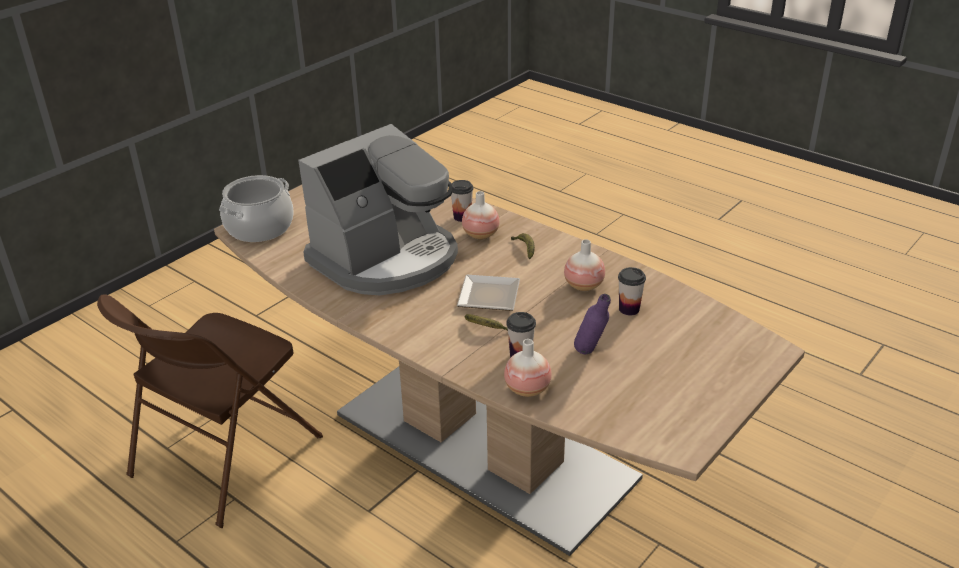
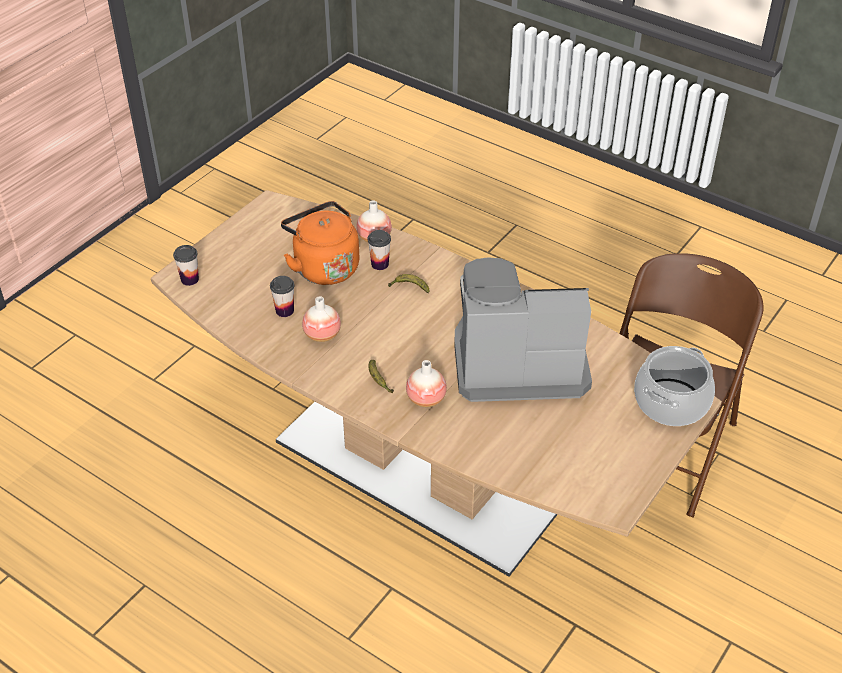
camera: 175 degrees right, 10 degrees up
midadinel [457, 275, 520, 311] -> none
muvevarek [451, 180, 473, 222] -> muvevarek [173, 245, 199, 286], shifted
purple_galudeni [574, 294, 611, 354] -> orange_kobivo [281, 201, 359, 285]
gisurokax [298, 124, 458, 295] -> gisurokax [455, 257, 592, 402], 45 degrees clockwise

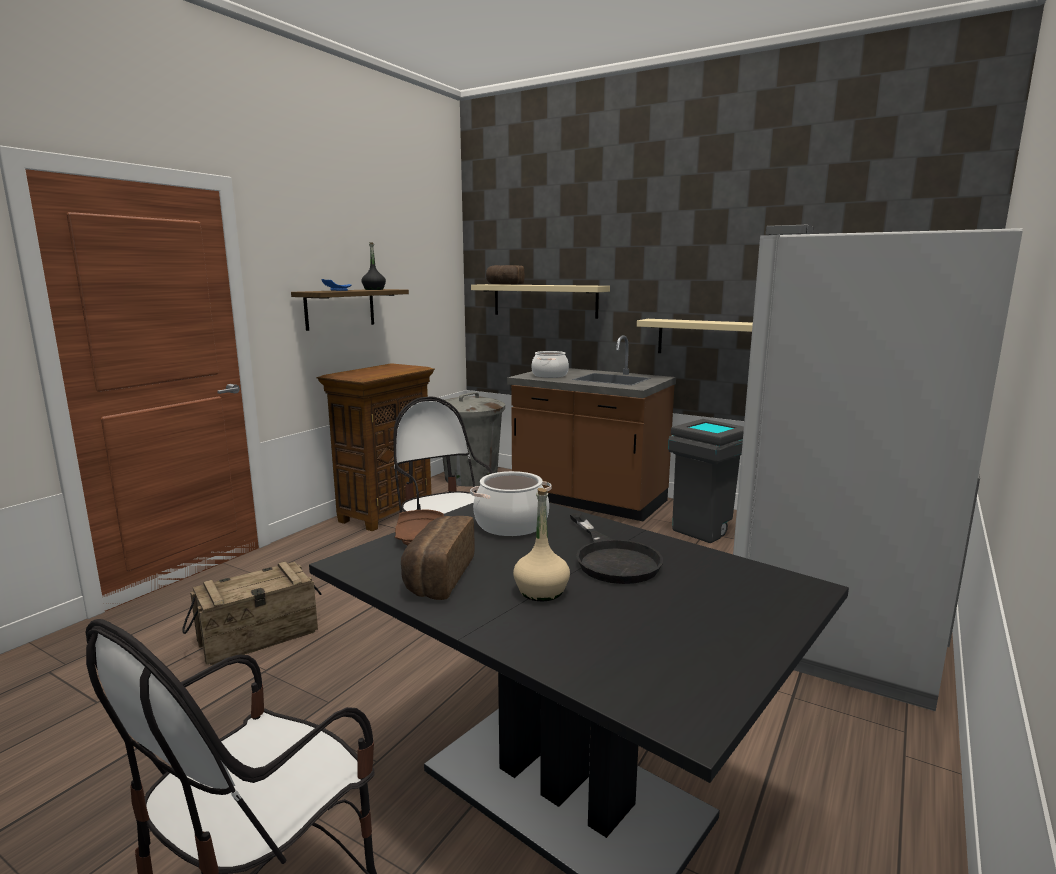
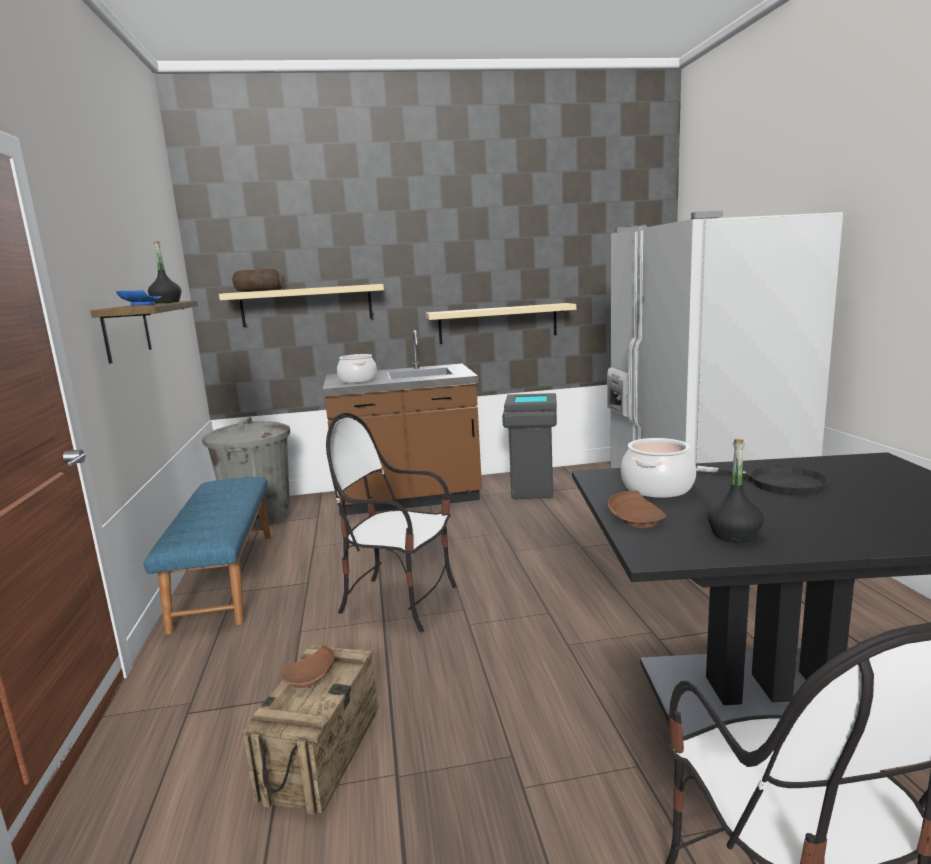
camera: 40 degrees left, 0 degrees up
beige_galudeni [513, 488, 570, 601] -> none
none -> brown_midadinel [281, 645, 335, 688]
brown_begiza [317, 363, 435, 531] -> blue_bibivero [144, 477, 271, 635]
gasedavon [401, 516, 475, 600] -> black_galudeni [707, 439, 764, 543]

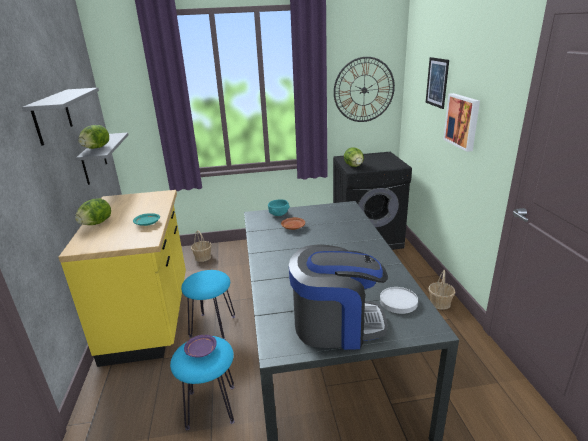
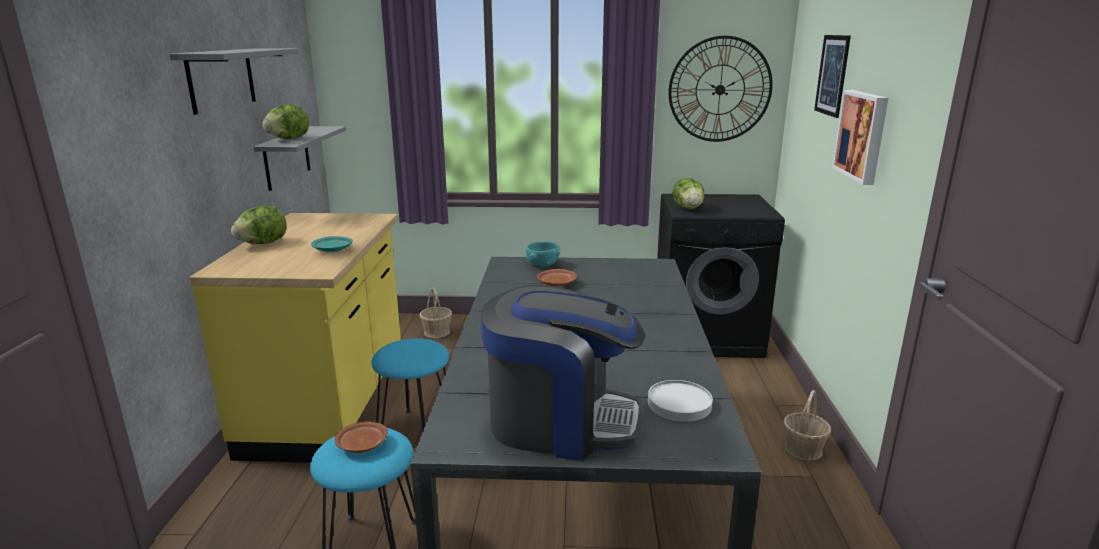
camera: 10 degrees right, 5 degrees down
purple_midadinel [184, 335, 217, 358] -> brown_midadinel [335, 421, 388, 453]

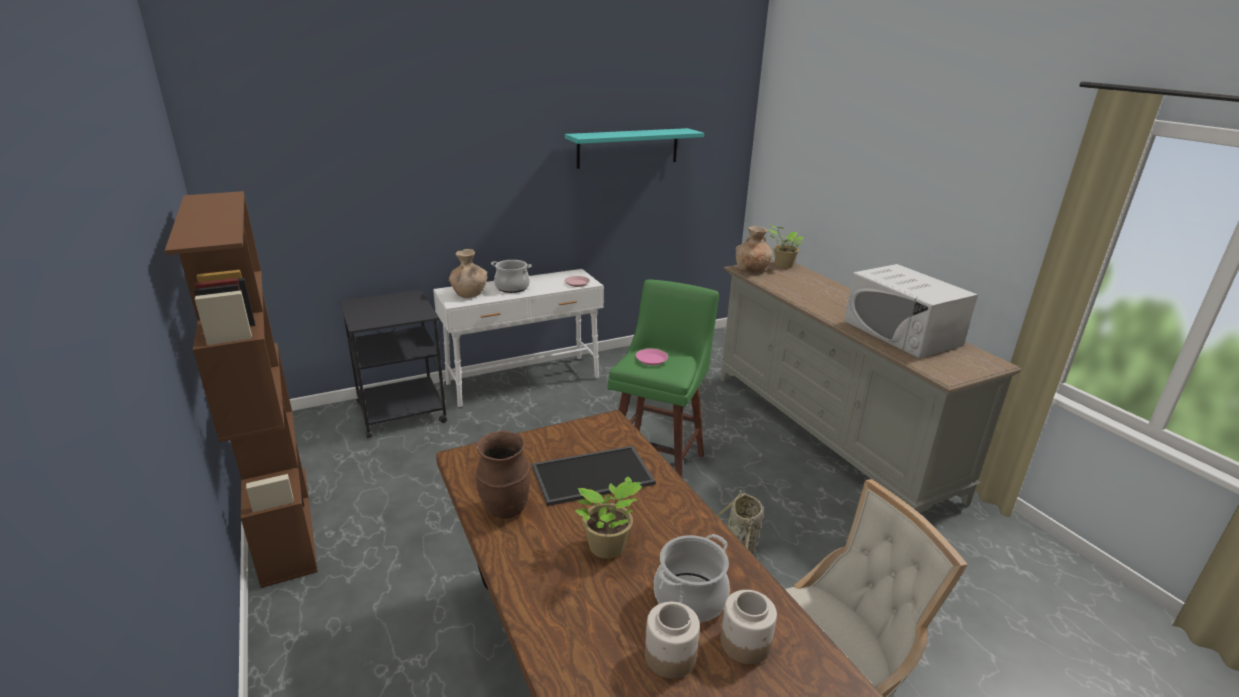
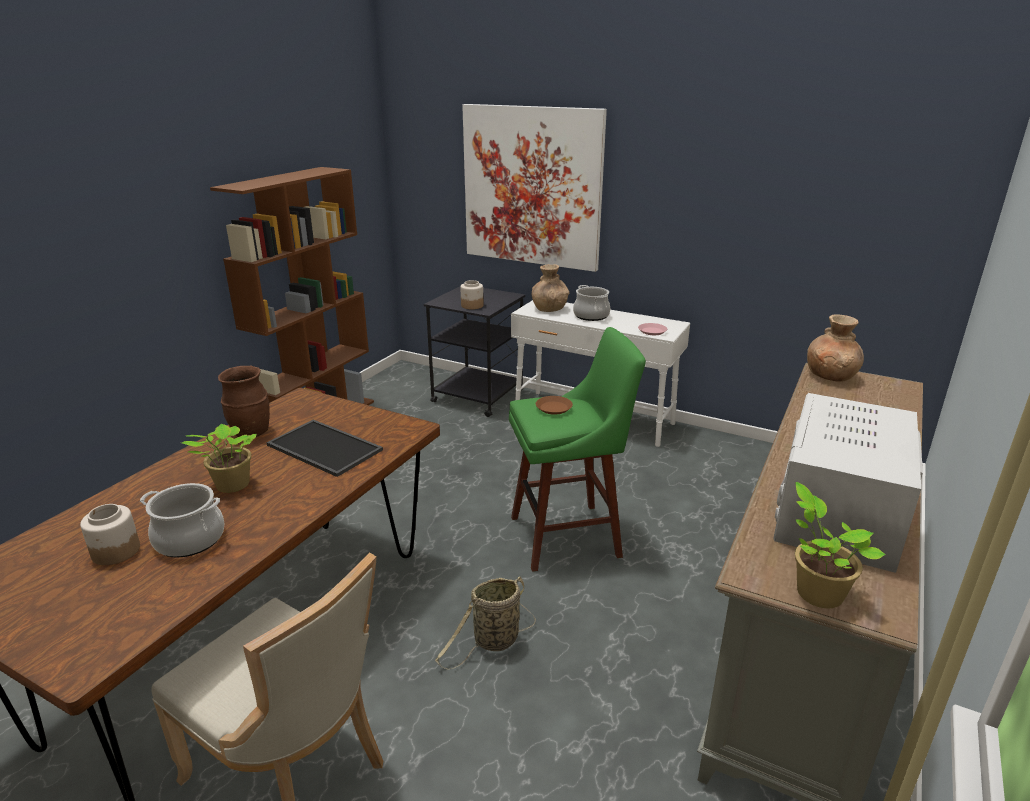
camera: 55 degrees right, 0 degrees up
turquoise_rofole [565, 128, 704, 169] -> none
none -> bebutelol [462, 104, 607, 272]
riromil [720, 590, 777, 664] -> riromil [460, 280, 483, 309], shifted
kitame [768, 224, 803, 268] -> kitame [795, 482, 886, 608], shifted
pink_midadinel [636, 349, 668, 365] -> brown_midadinel [536, 396, 573, 415]

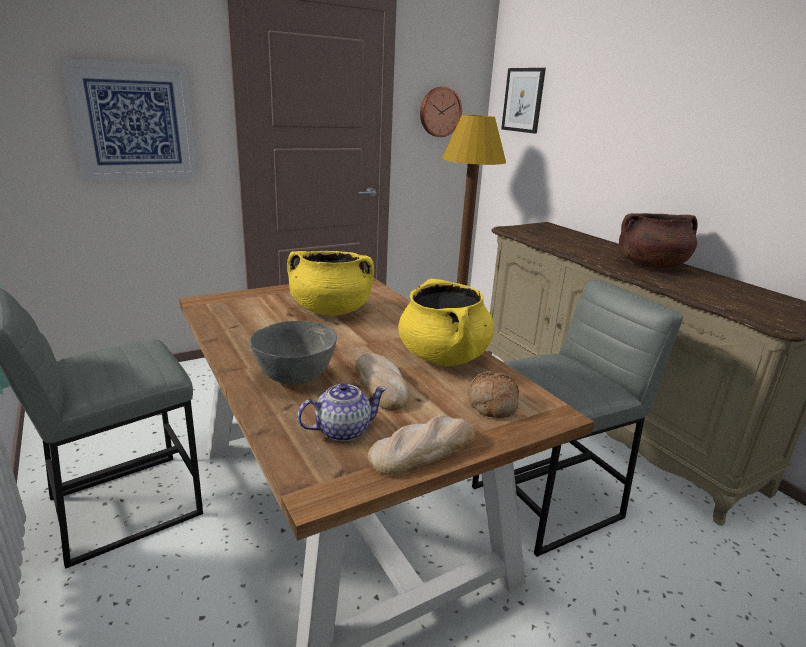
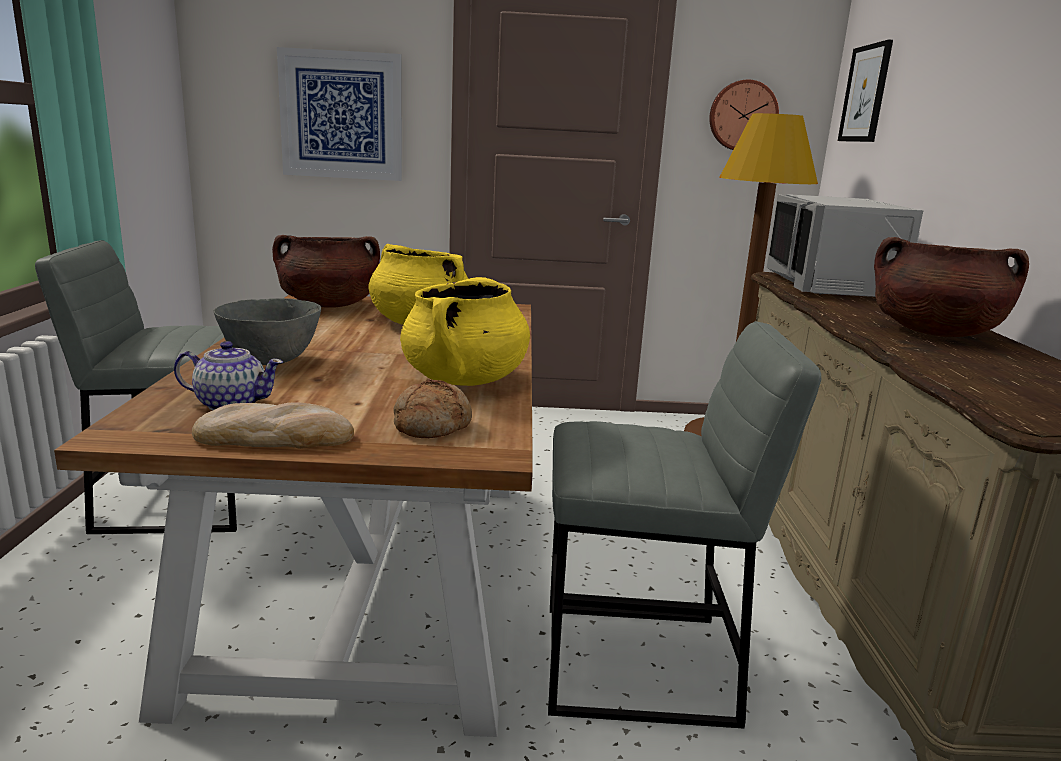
camera: 30 degrees right, 5 degrees down
gasedavon [355, 353, 409, 410] -> none
none -> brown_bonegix [272, 235, 380, 308]
none -> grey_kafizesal [767, 194, 924, 297]

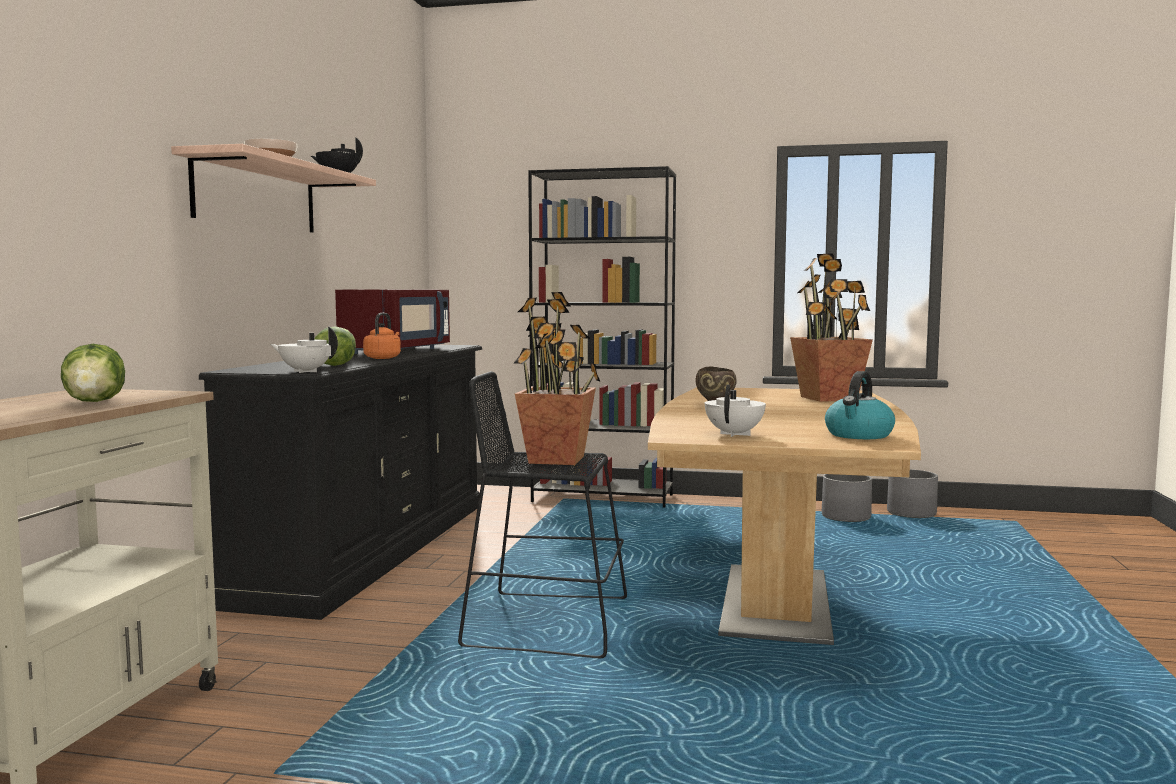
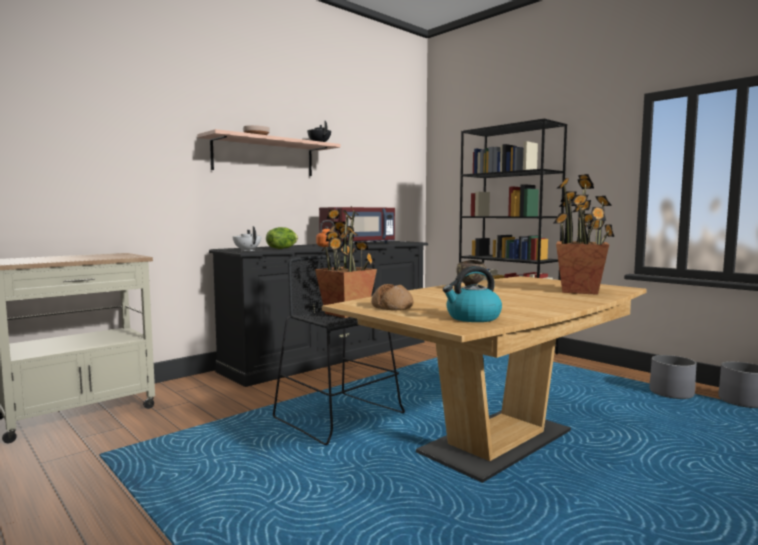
camera: 35 degrees right, 0 degrees up
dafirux [61, 344, 125, 402] -> none
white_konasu [705, 385, 766, 437] -> gasedavon [371, 284, 413, 311]

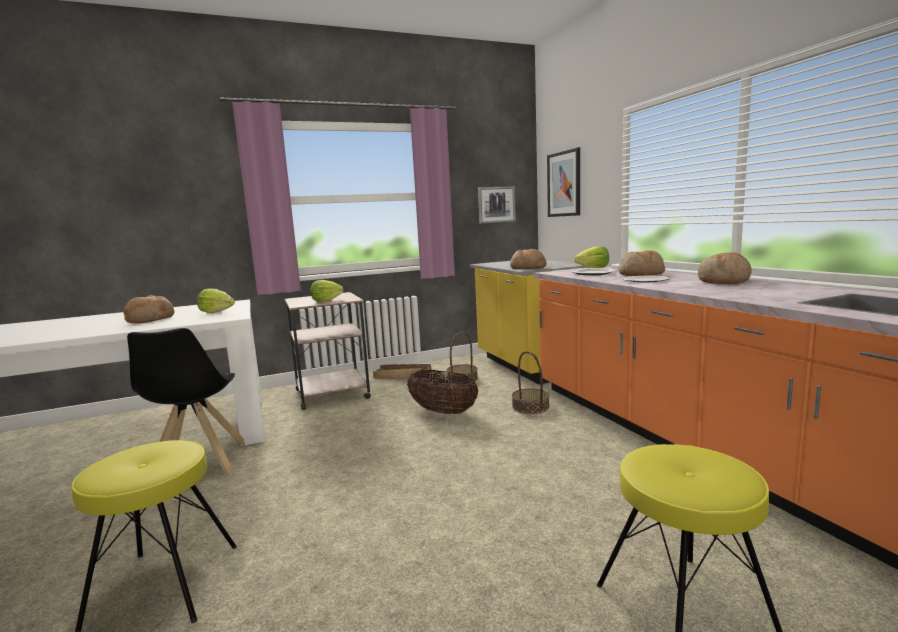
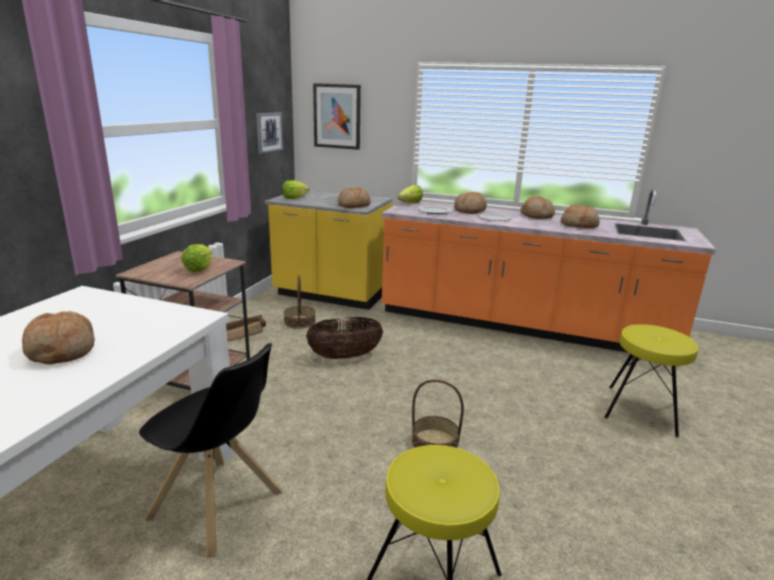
camera: 50 degrees left, 10 degrees up
none -> gasedavon [561, 204, 600, 228]
dafirux [197, 289, 235, 313] -> dafirux [282, 180, 309, 199], shifted
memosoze [512, 351, 549, 414] -> memosoze [412, 379, 464, 448], shifted

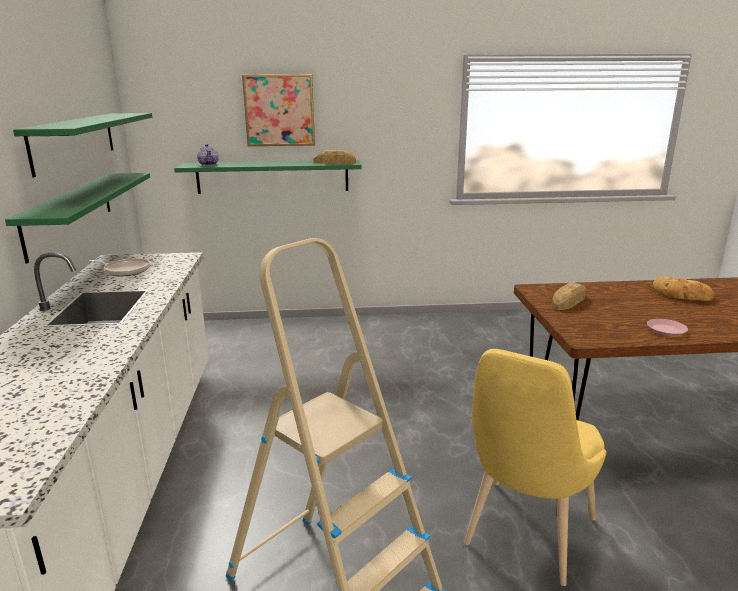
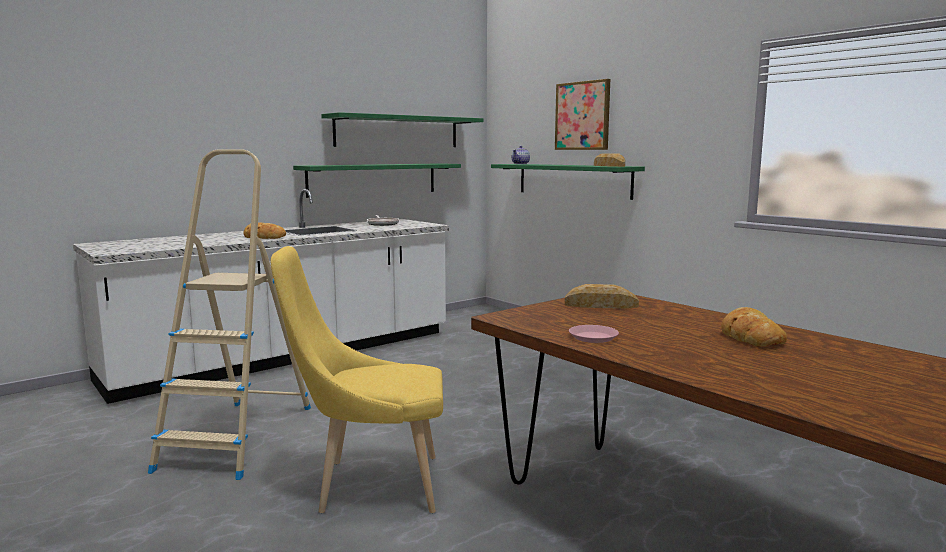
camera: 55 degrees right, 10 degrees down
none -> gasedavon [243, 222, 286, 239]

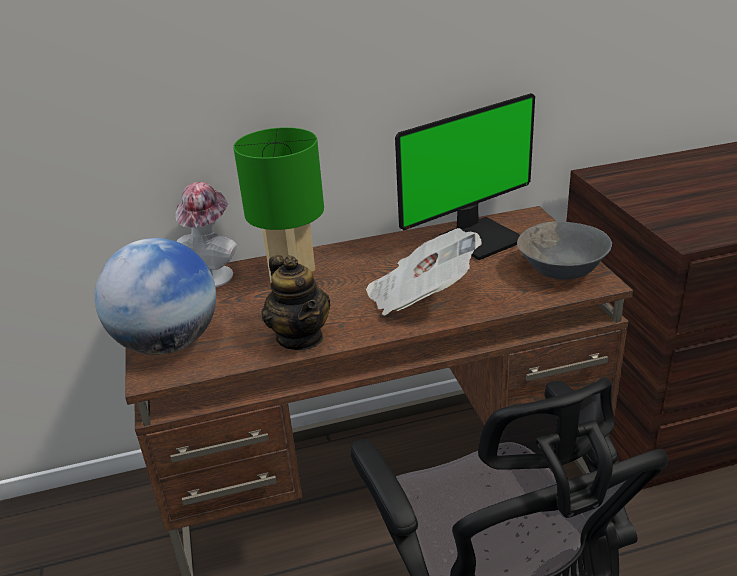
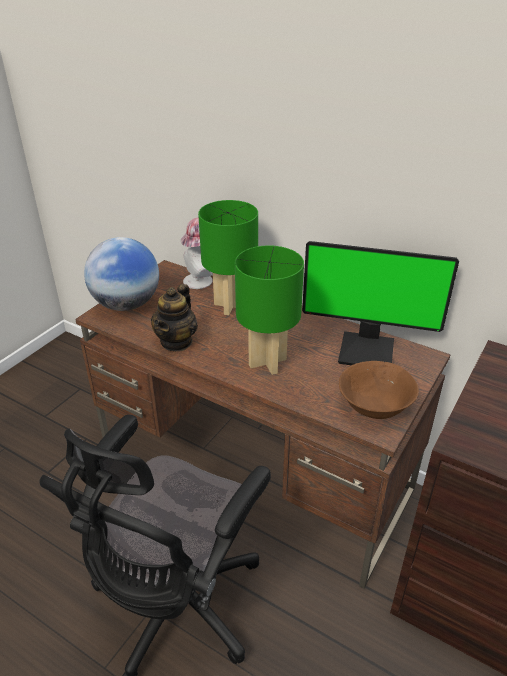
camera: 45 degrees right, 5 degrees up
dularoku [366, 228, 482, 316] -> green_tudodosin [235, 245, 304, 375]
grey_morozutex [517, 221, 612, 280] -> brown_morozutex [339, 361, 419, 419]

